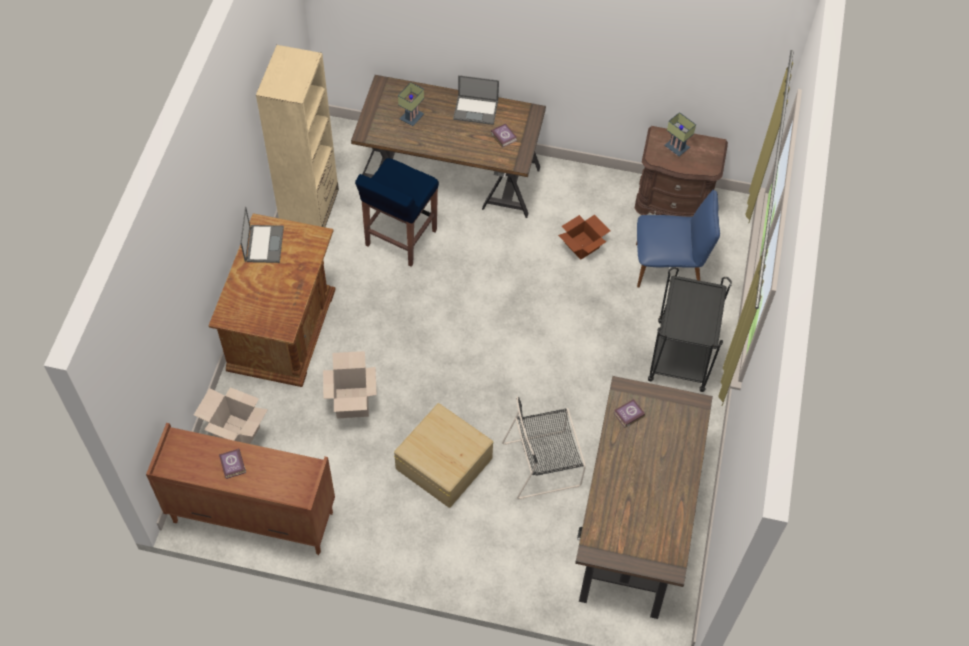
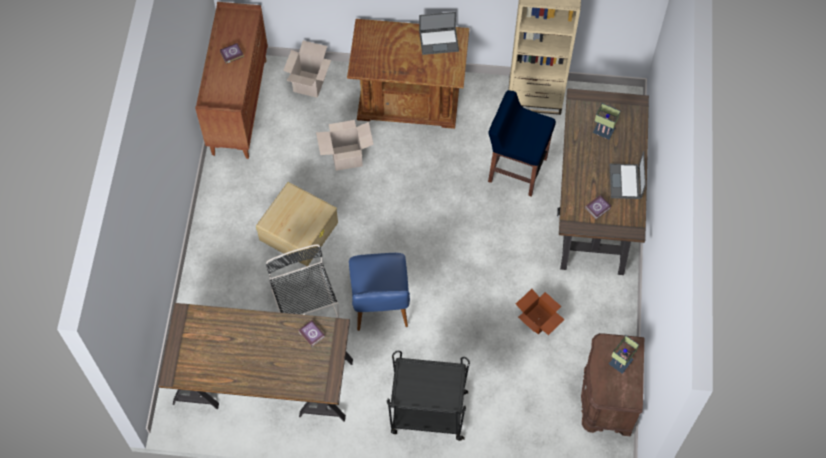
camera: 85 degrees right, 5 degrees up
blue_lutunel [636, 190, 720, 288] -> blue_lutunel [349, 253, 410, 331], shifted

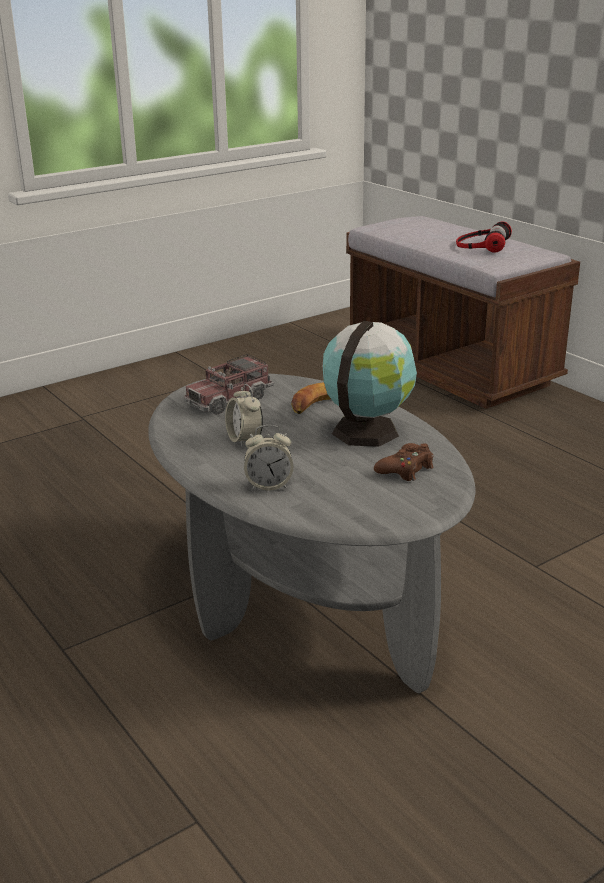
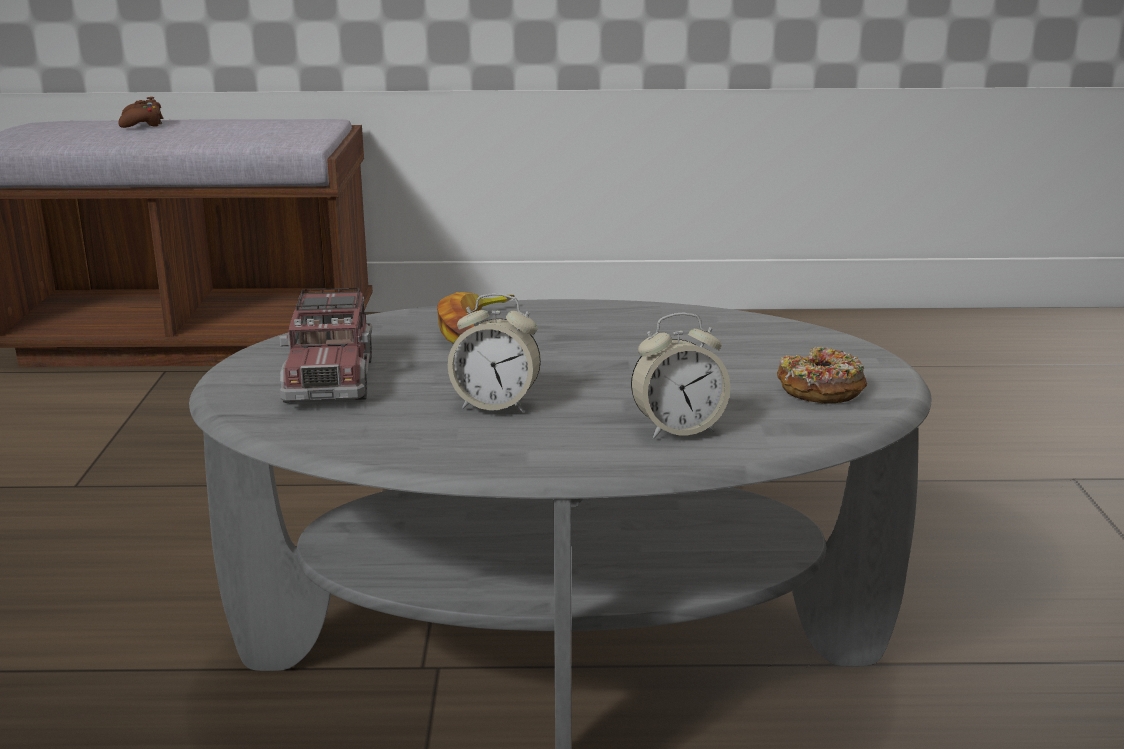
camera: 55 degrees left, 5 degrees down
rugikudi [323, 321, 417, 447] -> none
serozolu [456, 222, 512, 253] -> none
none -> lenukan [777, 347, 867, 404]
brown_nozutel [374, 443, 434, 481] -> brown_nozutel [118, 97, 164, 128], shifted
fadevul [244, 425, 293, 491] -> fadevul [631, 313, 730, 439], 45 degrees clockwise

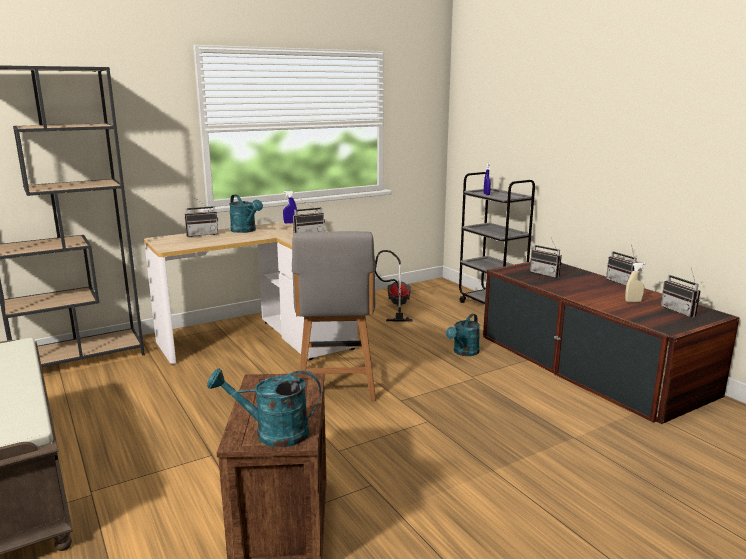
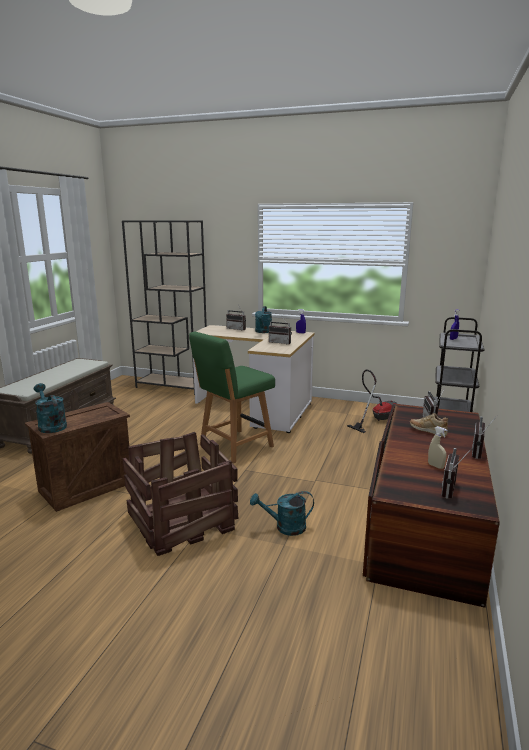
camera: 50 degrees right, 0 degrees up
none -> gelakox [122, 432, 239, 556]
none -> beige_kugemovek [410, 413, 448, 437]
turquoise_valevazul [446, 314, 480, 356] -> turquoise_valevazul [250, 491, 314, 536], shifted
grey_lutunel [292, 231, 376, 401] -> green_lutunel [189, 332, 275, 463]

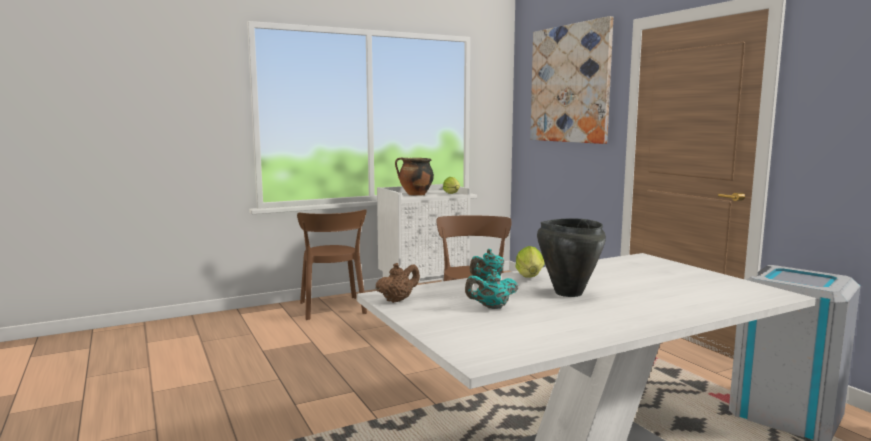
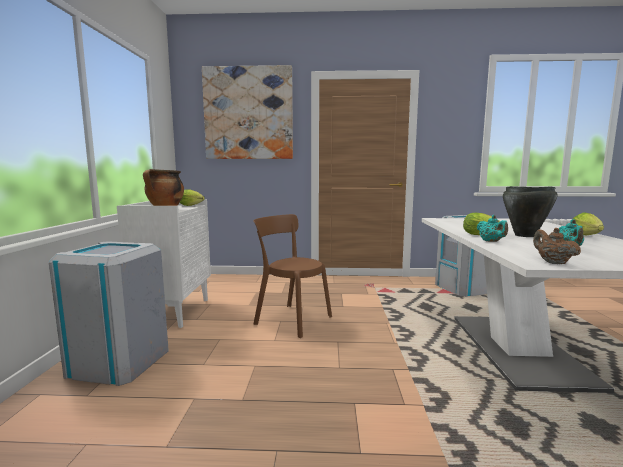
camera: 60 degrees left, 0 degrees up
none -> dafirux [573, 213, 604, 235]
brown_lutunel [297, 209, 367, 320] -> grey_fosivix [49, 241, 169, 386]

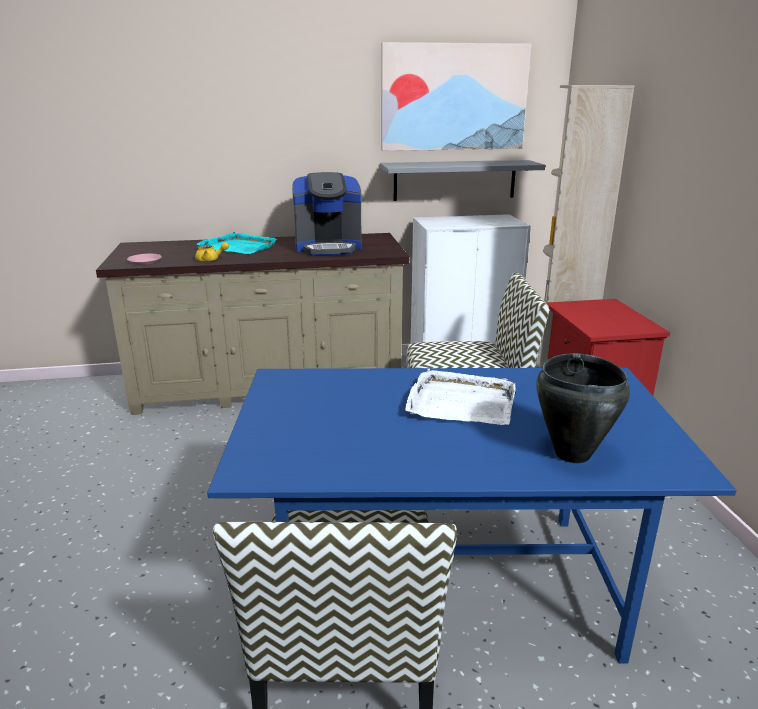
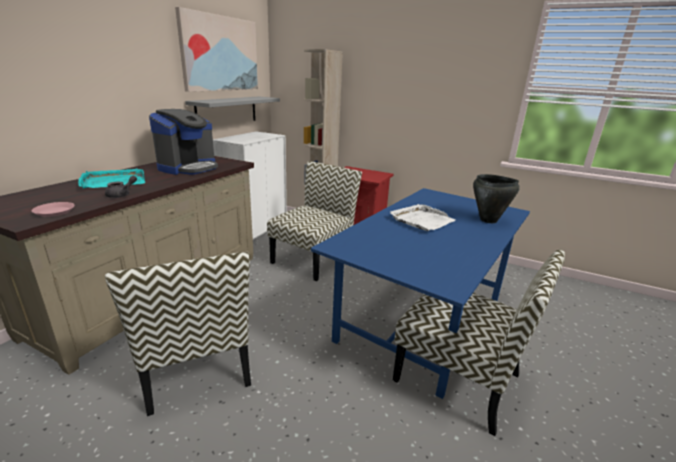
camera: 55 degrees left, 0 degrees up
none -> lutunel [105, 252, 251, 416]
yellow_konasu [195, 242, 229, 262] -> grey_konasu [105, 176, 137, 198]

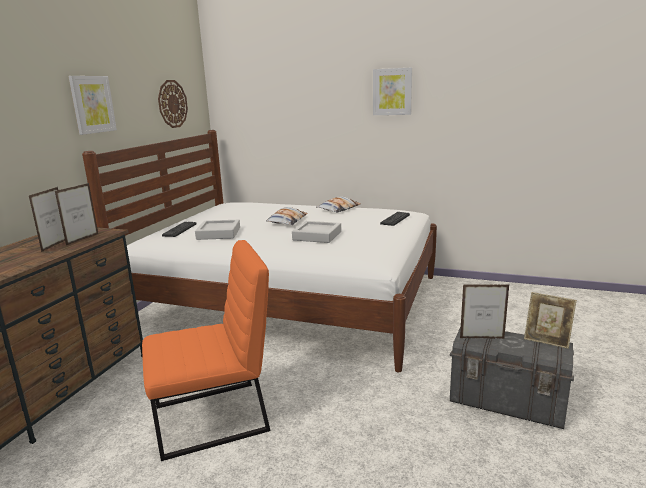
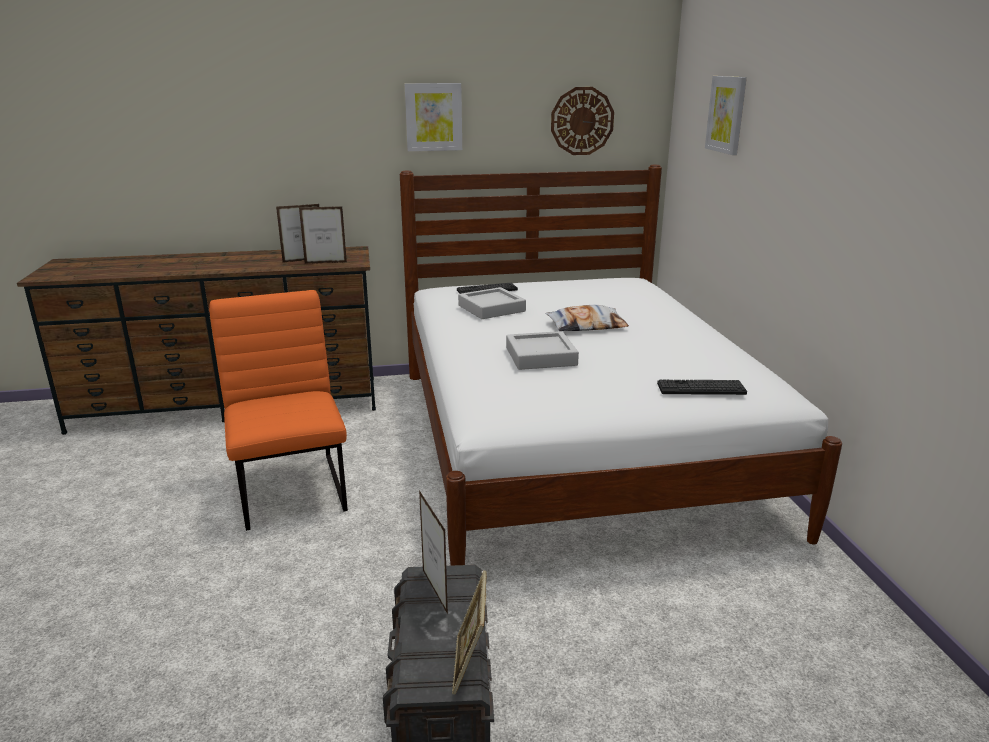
camera: 60 degrees right, 5 degrees up
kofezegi [317, 196, 361, 213] -> none
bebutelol [373, 68, 412, 115] -> bebutelol [705, 76, 747, 155], shifted
orange_lutunel [142, 240, 271, 461] -> orange_lutunel [209, 290, 348, 531], 150 degrees counterclockwise

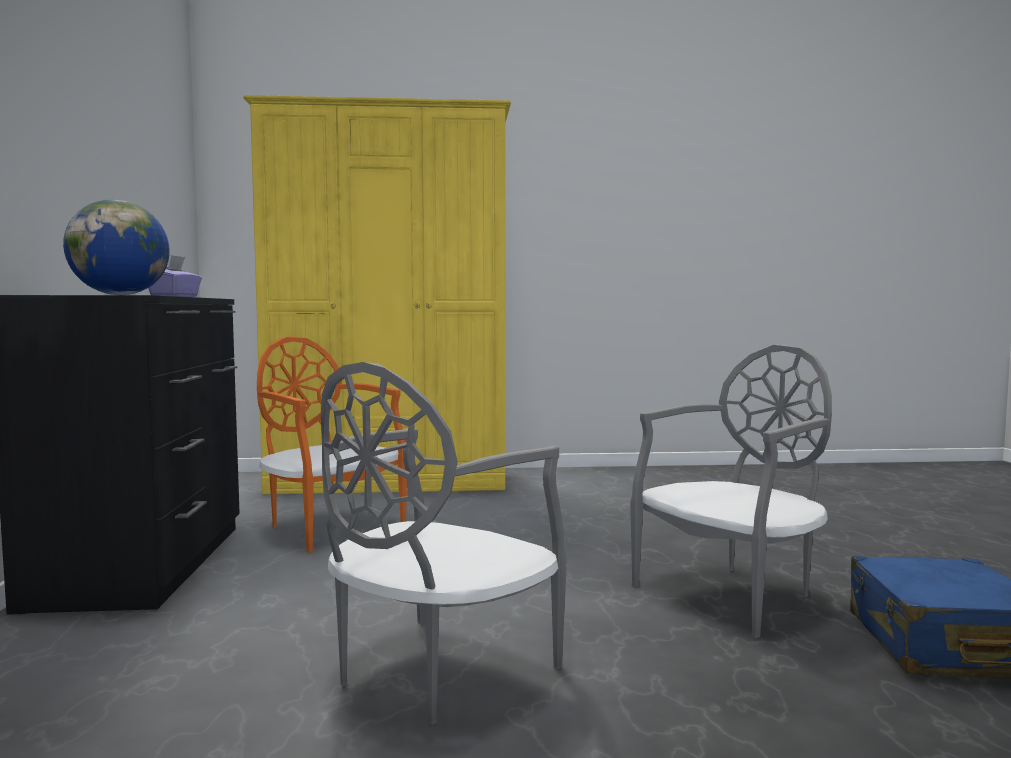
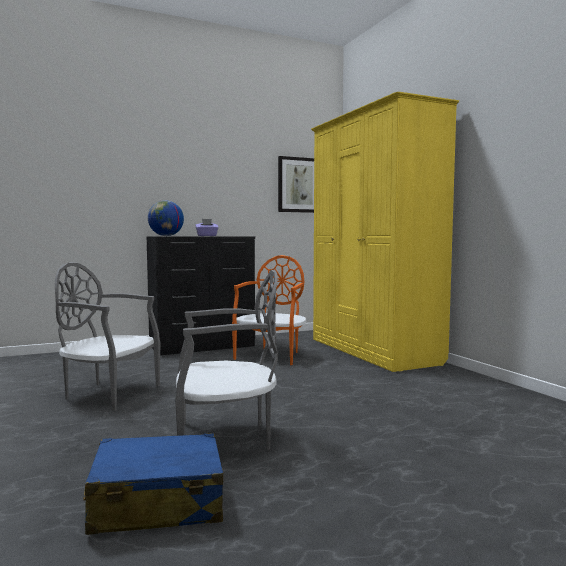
camera: 70 degrees right, 0 degrees up
none -> bebutelol [278, 156, 314, 213]
grey_lutunel [630, 344, 832, 638] -> grey_lutunel [175, 270, 278, 450], 45 degrees counterclockwise

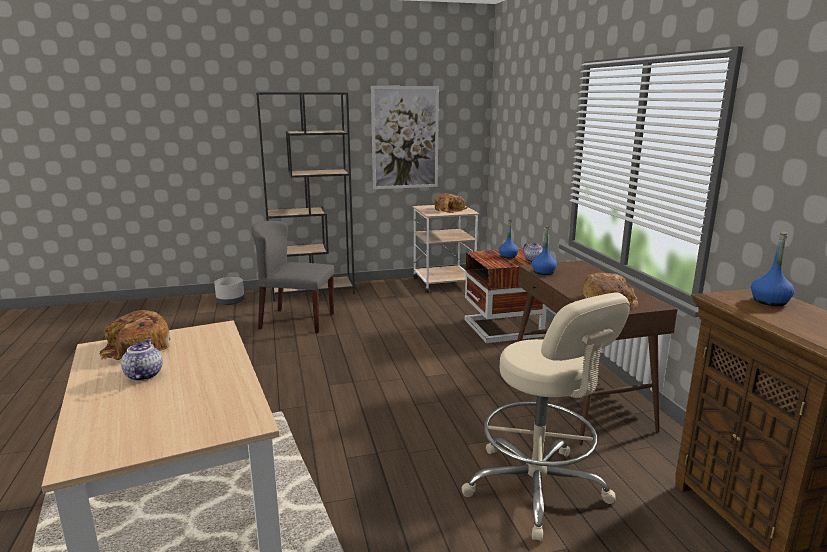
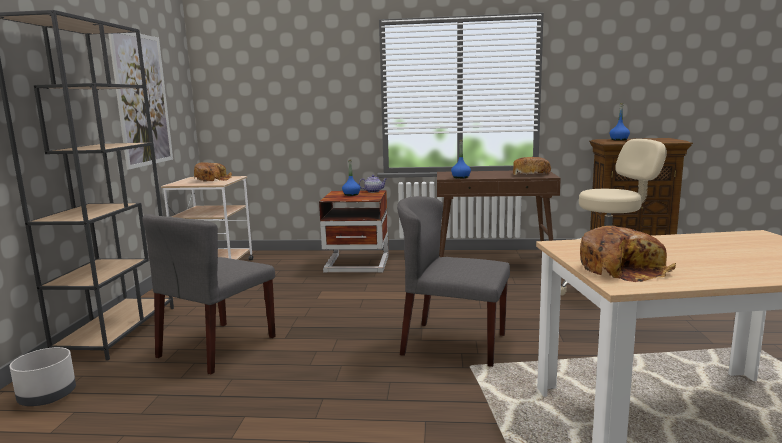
camera: 70 degrees left, 5 degrees down
konasu [121, 339, 163, 381] -> none
none -> grey_lutunel [397, 196, 510, 367]

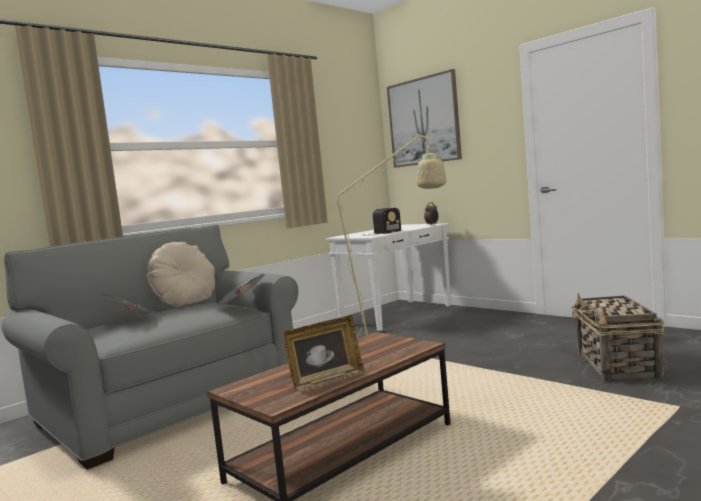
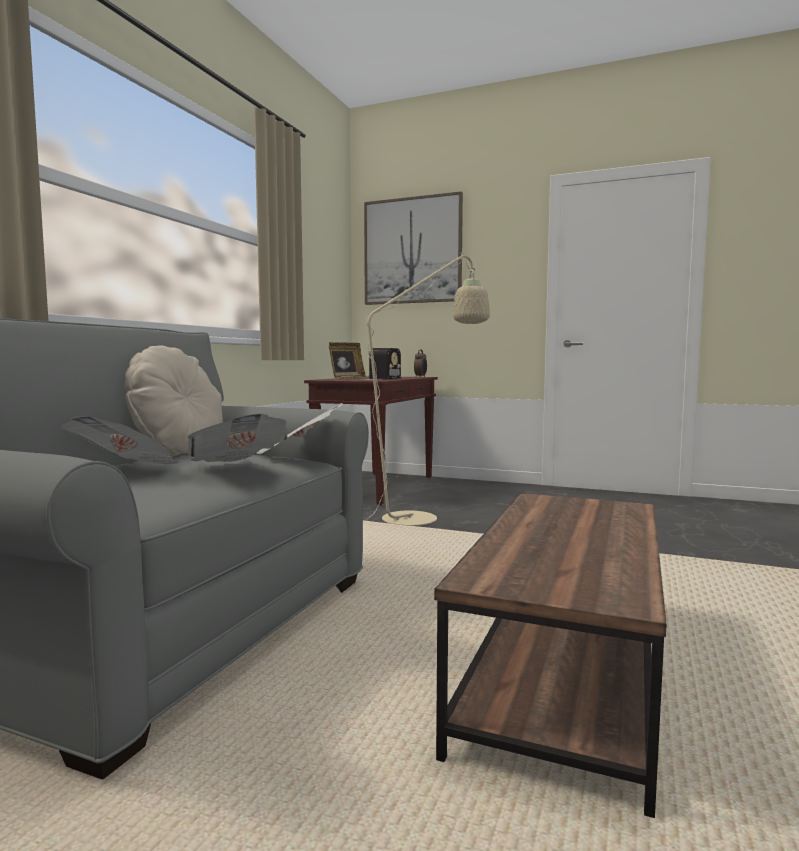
camera: 25 degrees left, 0 degrees up
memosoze [572, 293, 664, 382] -> none
none -> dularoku [188, 414, 288, 462]
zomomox [284, 315, 365, 392] -> zomomox [329, 342, 366, 379], shifted
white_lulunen [326, 223, 451, 331] -> brown_lulunen [304, 377, 438, 506]

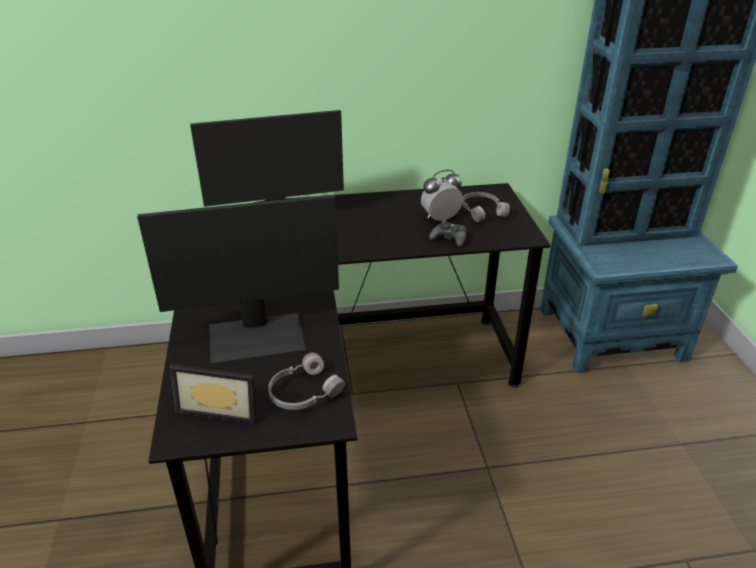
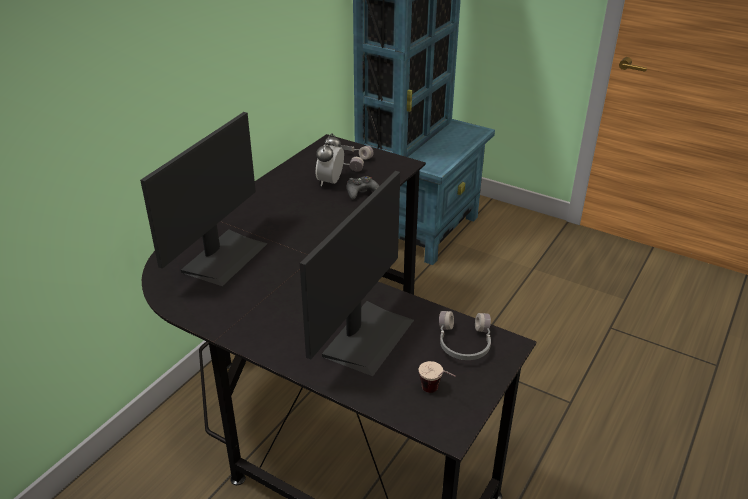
camera: 50 degrees left, 0 degrees up
zomomox [170, 364, 257, 424] -> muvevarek [419, 361, 456, 393]

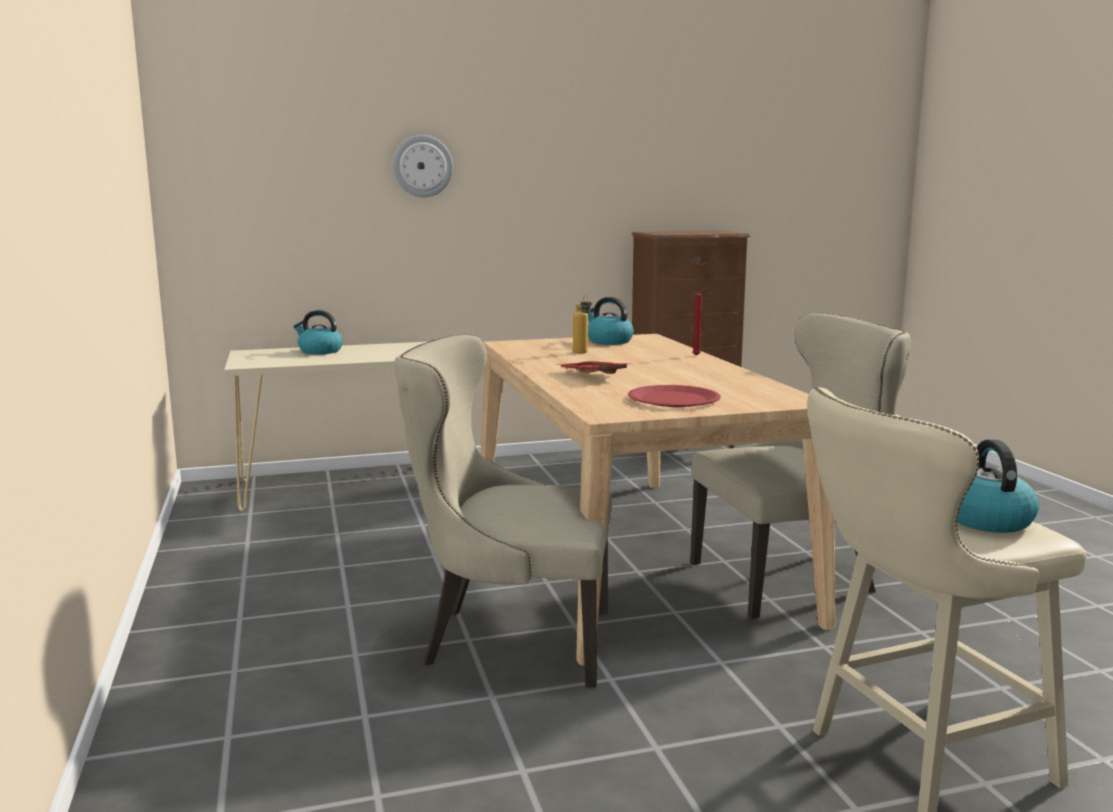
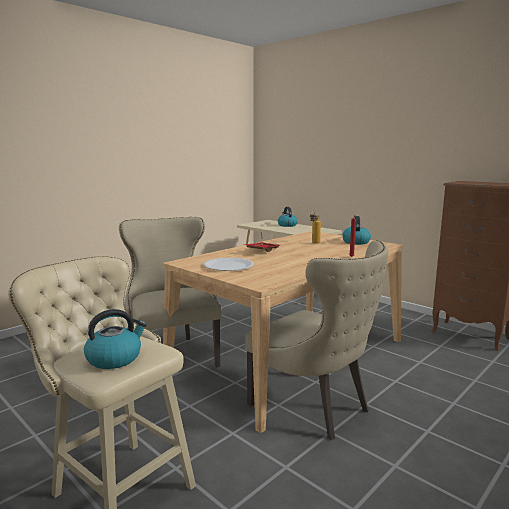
camera: 60 degrees right, 0 degrees up
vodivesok [393, 135, 453, 197] -> none
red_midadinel [628, 385, 721, 407] -> white_midadinel [204, 258, 254, 271]

